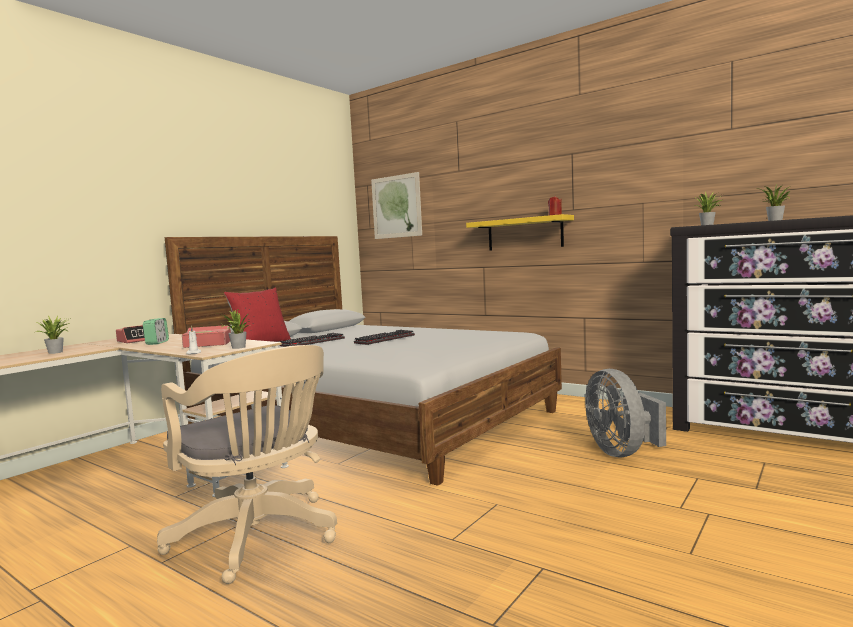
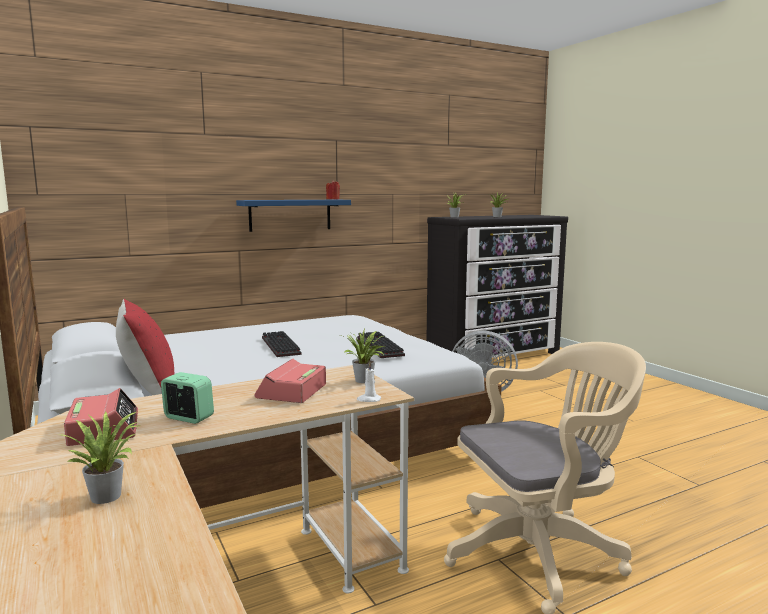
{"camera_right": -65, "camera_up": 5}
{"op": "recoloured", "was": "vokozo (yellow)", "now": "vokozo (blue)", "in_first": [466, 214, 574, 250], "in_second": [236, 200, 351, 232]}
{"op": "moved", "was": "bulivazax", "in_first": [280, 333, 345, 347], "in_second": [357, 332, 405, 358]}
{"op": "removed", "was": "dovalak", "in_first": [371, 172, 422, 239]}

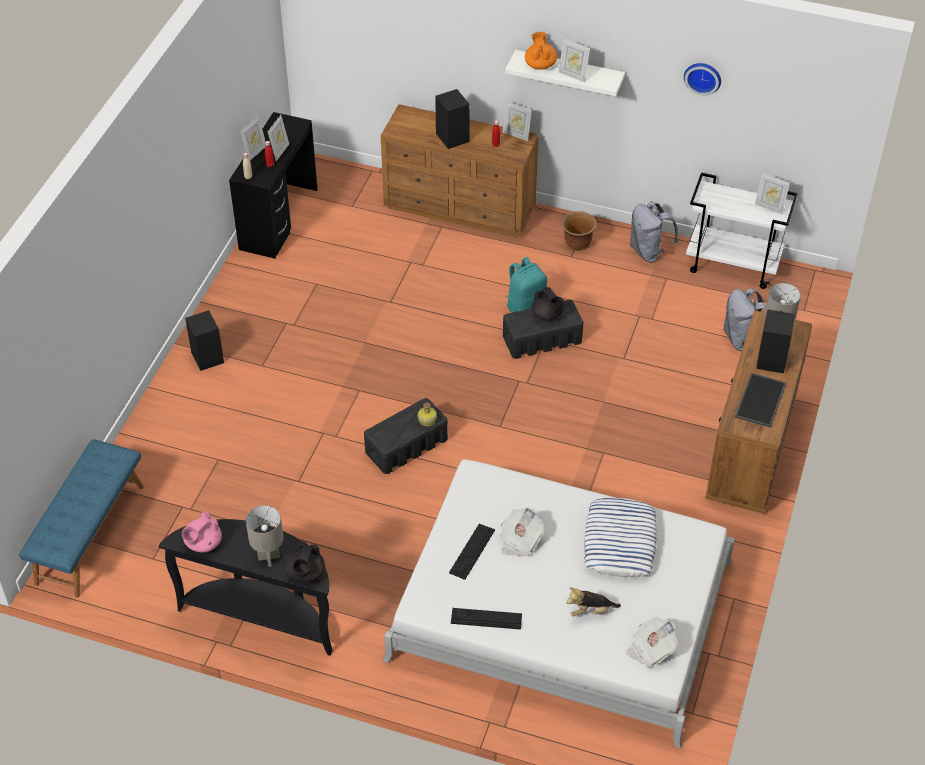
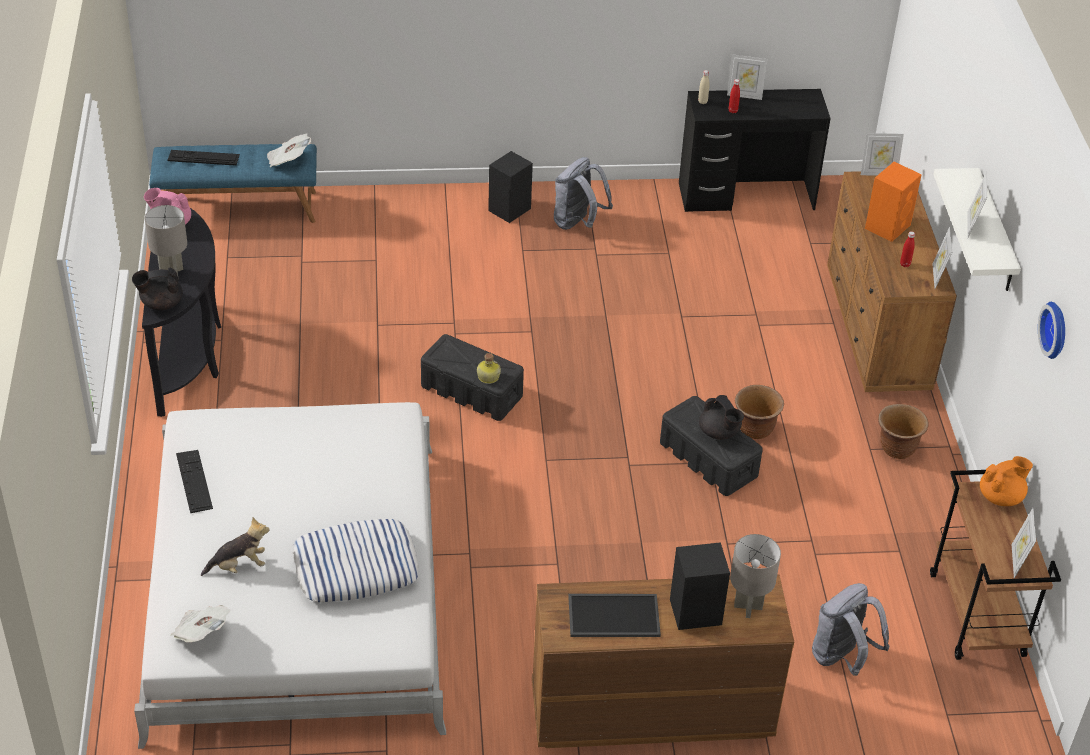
{"camera_right": 65, "camera_up": -5}
{"op": "moved", "was": "bulivazax", "in_first": [449, 524, 495, 580], "in_second": [168, 150, 240, 166]}
{"op": "turned", "was": "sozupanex", "in_first": [566, 587, 621, 616], "in_second": [201, 517, 270, 576], "clockwise": 105}
{"op": "moved", "was": "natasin", "in_first": [500, 508, 544, 557], "in_second": [267, 134, 311, 167]}
{"op": "moved", "was": "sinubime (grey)", "in_first": [630, 201, 678, 263], "in_second": [554, 157, 613, 230]}
{"op": "turned", "was": "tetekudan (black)", "in_first": [531, 287, 565, 321], "in_second": [699, 395, 744, 440], "clockwise": -60}
{"op": "replaced", "was": "sinubime (turquoise)", "now": "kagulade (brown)", "in_first": [505, 257, 547, 312], "in_second": [735, 385, 784, 439]}
{"op": "moved", "was": "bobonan", "in_first": [268, 115, 289, 161], "in_second": [861, 133, 904, 176]}
{"op": "recoloured", "was": "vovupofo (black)", "now": "vovupofo (orange)", "in_first": [435, 89, 470, 149], "in_second": [865, 162, 922, 242]}
{"op": "recoloured", "was": "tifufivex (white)", "now": "tifufivex (brown)", "in_first": [686, 173, 798, 289], "in_second": [930, 470, 1061, 660]}
{"op": "moved", "was": "tetekudan (orange)", "in_first": [525, 32, 557, 70], "in_second": [980, 456, 1033, 506]}

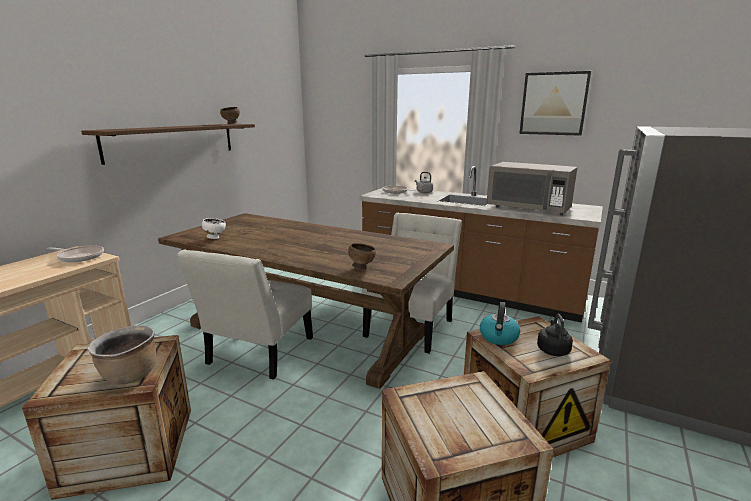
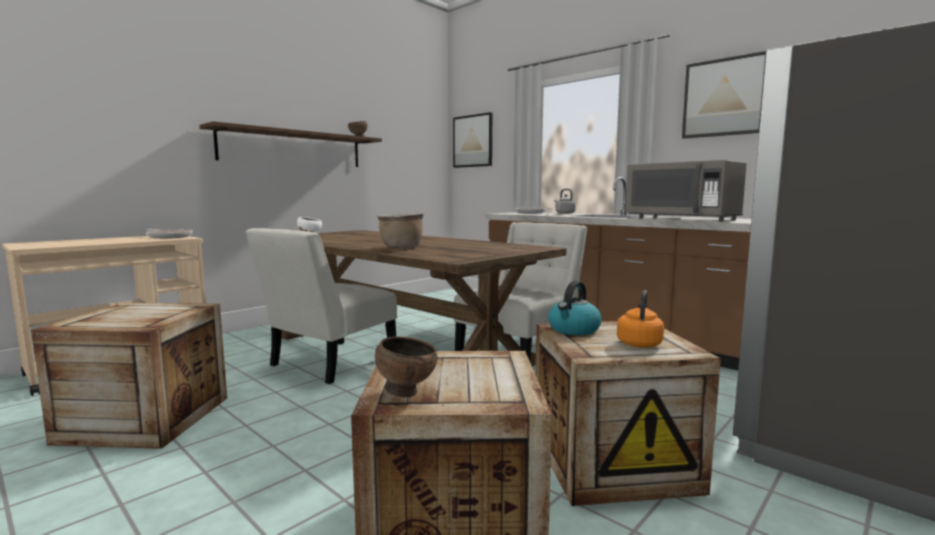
{"camera_right": 15, "camera_up": -10}
{"op": "moved", "was": "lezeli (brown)", "in_first": [348, 243, 376, 269], "in_second": [375, 337, 437, 398]}
{"op": "moved", "was": "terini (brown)", "in_first": [87, 325, 156, 384], "in_second": [377, 213, 424, 249]}
{"op": "added", "now": "dovalak", "in_second": [453, 112, 492, 168]}
{"op": "recoloured", "was": "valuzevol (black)", "now": "valuzevol (orange)", "in_first": [537, 313, 573, 356], "in_second": [617, 290, 664, 348]}

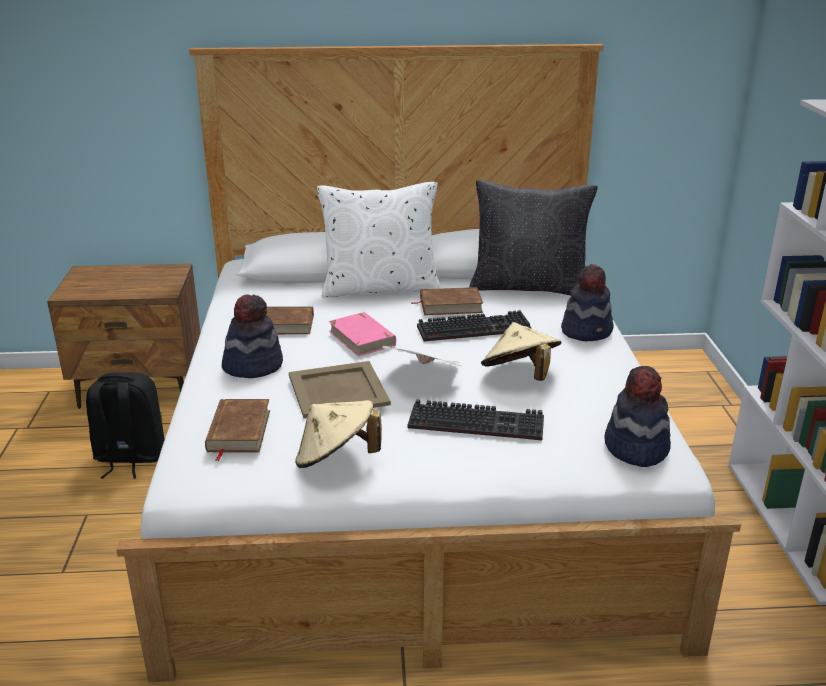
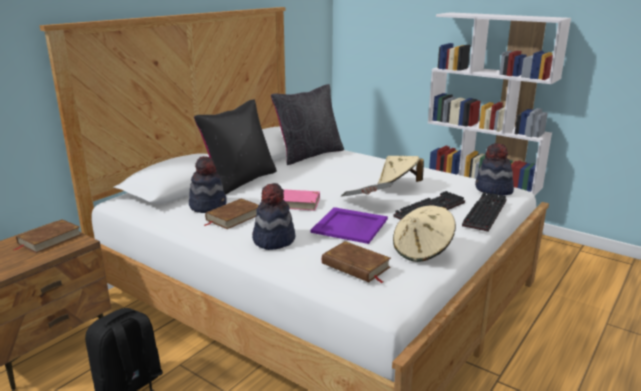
{"camera_right": -50, "camera_up": -5}
{"op": "moved", "was": "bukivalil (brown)", "in_first": [411, 287, 483, 315], "in_second": [13, 219, 82, 253]}
{"op": "moved", "was": "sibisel", "in_first": [561, 264, 614, 341], "in_second": [189, 156, 227, 213]}
{"op": "recoloured", "was": "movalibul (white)", "now": "movalibul (black)", "in_first": [317, 182, 441, 298], "in_second": [194, 99, 277, 195]}
{"op": "recoloured", "was": "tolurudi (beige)", "now": "tolurudi (purple)", "in_first": [289, 361, 391, 418], "in_second": [311, 207, 388, 244]}
{"op": "moved", "was": "bulivazax", "in_first": [417, 310, 532, 342], "in_second": [462, 192, 507, 232]}

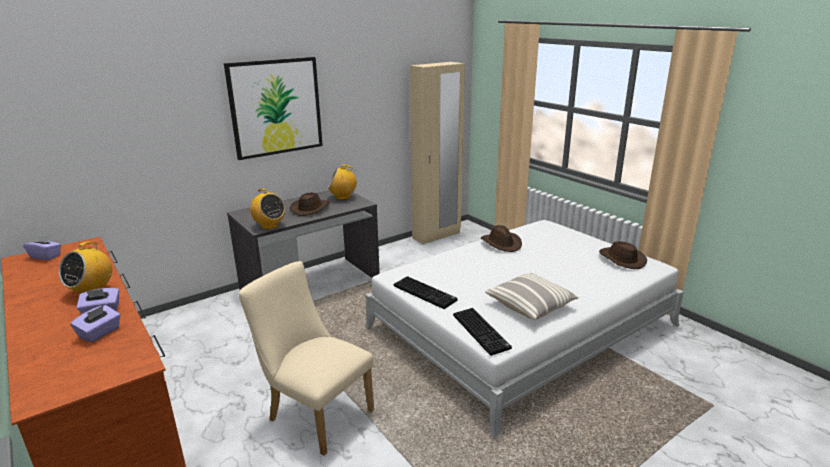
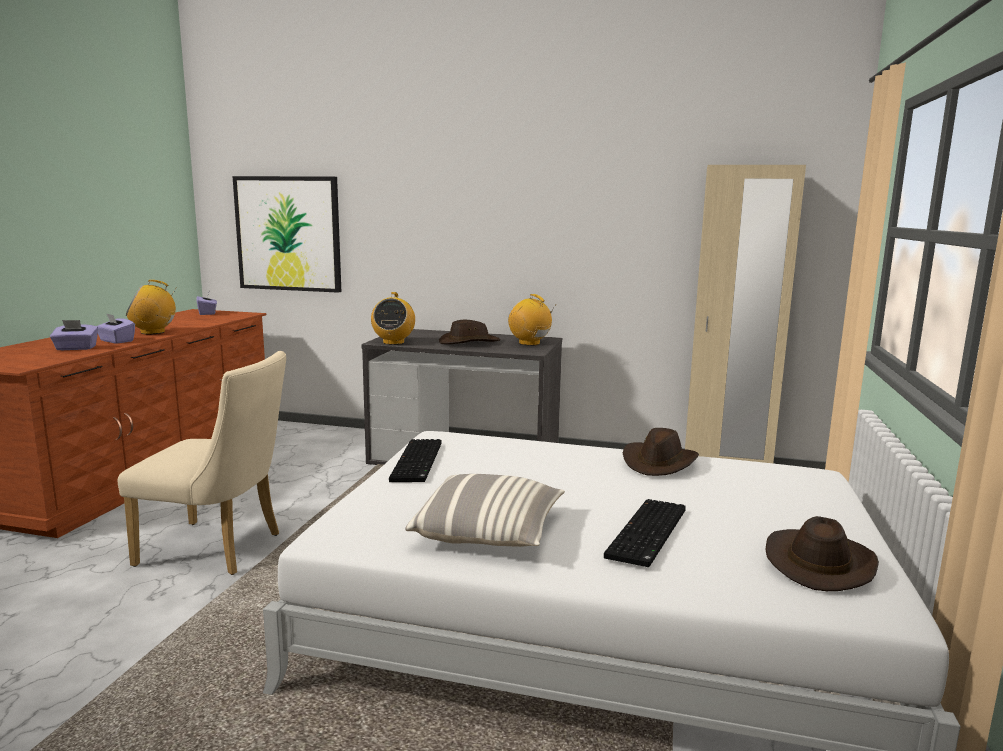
{"camera_right": 50, "camera_up": -10}
{"op": "turned", "was": "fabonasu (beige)", "in_first": [238, 261, 374, 456], "in_second": [118, 351, 286, 575], "clockwise": 105}
{"op": "moved", "was": "dovalak", "in_first": [224, 57, 323, 160], "in_second": [233, 176, 341, 293]}
{"op": "moved", "was": "bulivazax", "in_first": [453, 308, 512, 356], "in_second": [604, 499, 686, 567]}

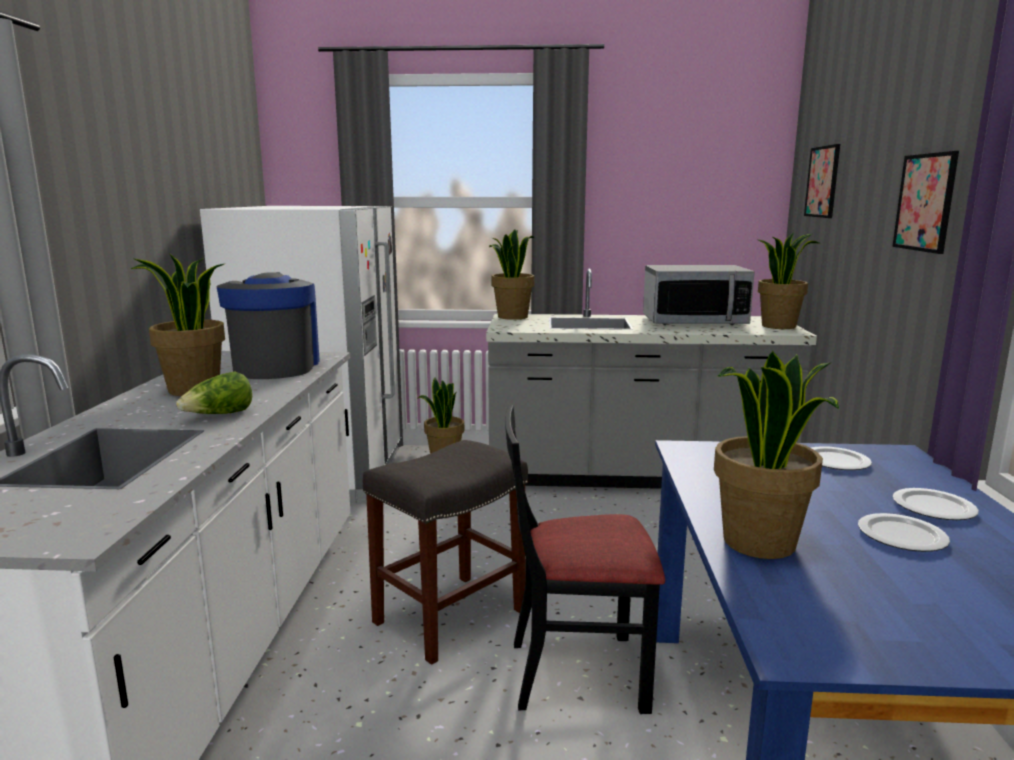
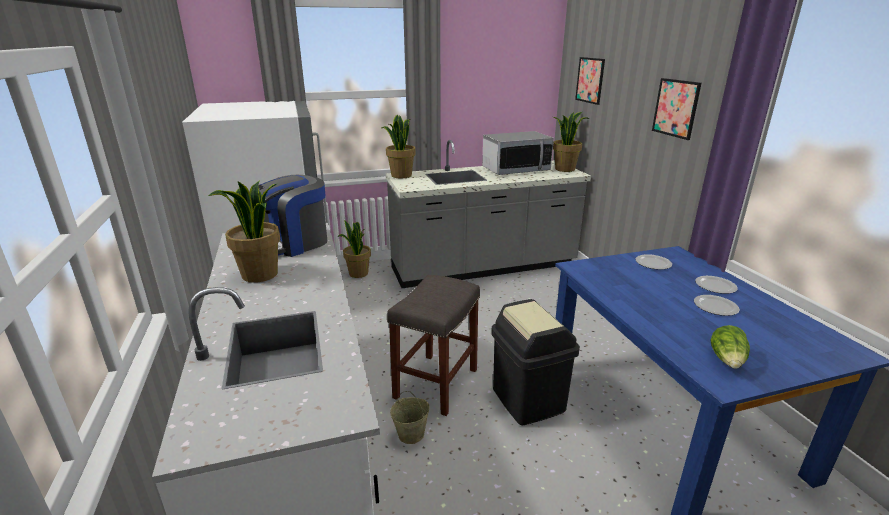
{"camera_right": -20, "camera_up": 10}
{"op": "turned", "was": "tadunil", "in_first": [217, 272, 320, 379], "in_second": [249, 175, 327, 257], "clockwise": -105}
{"op": "added", "now": "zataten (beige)", "in_second": [390, 391, 430, 444]}
{"op": "replaced", "was": "fabonasu (black)", "now": "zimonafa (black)", "in_first": [505, 406, 665, 714], "in_second": [491, 299, 580, 425]}
{"op": "moved", "was": "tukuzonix", "in_first": [176, 371, 252, 414], "in_second": [711, 325, 750, 369]}
{"op": "removed", "was": "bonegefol", "in_first": [714, 351, 839, 559]}

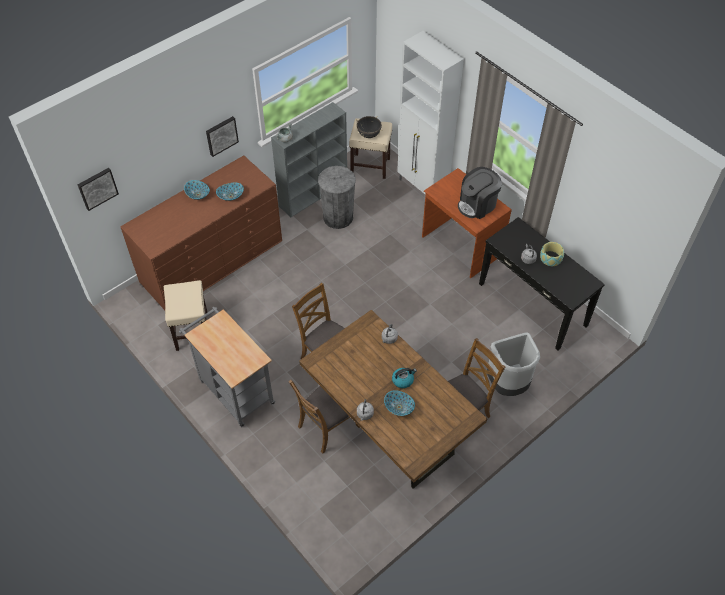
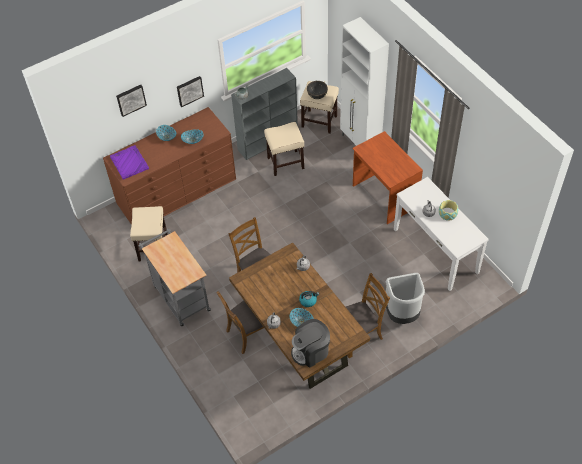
{"camera_right": 10, "camera_up": 0}
{"op": "added", "now": "tolurudi (purple)", "in_second": [110, 145, 149, 180]}
{"op": "moved", "was": "dovalak", "in_first": [78, 168, 119, 211], "in_second": [116, 85, 147, 117]}
{"op": "replaced", "was": "zimonafa (grey)", "now": "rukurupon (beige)", "in_first": [318, 166, 356, 229], "in_second": [264, 122, 304, 176]}
{"op": "moved", "was": "tadunil", "in_first": [458, 167, 502, 219], "in_second": [291, 319, 330, 368]}
{"op": "recoloured", "was": "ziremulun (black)", "now": "ziremulun (white)", "in_first": [479, 217, 605, 350], "in_second": [394, 177, 489, 291]}

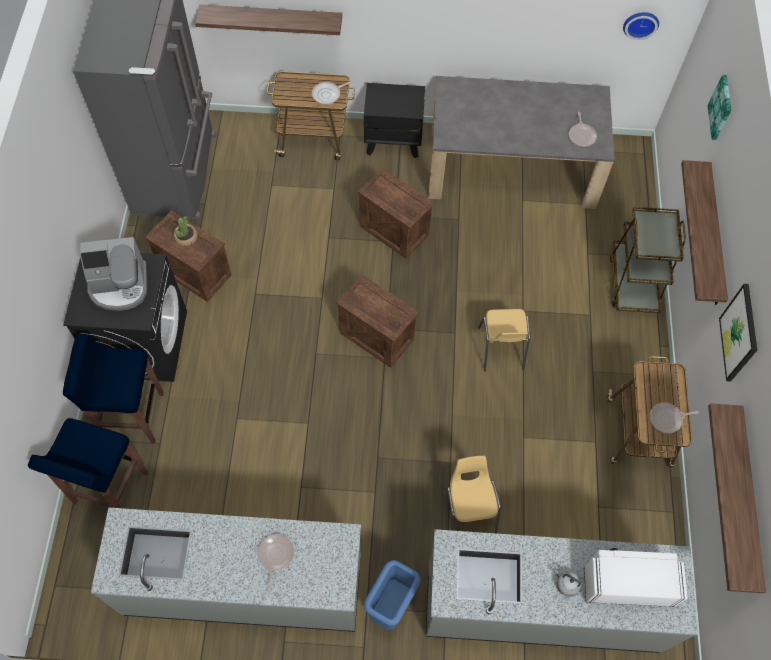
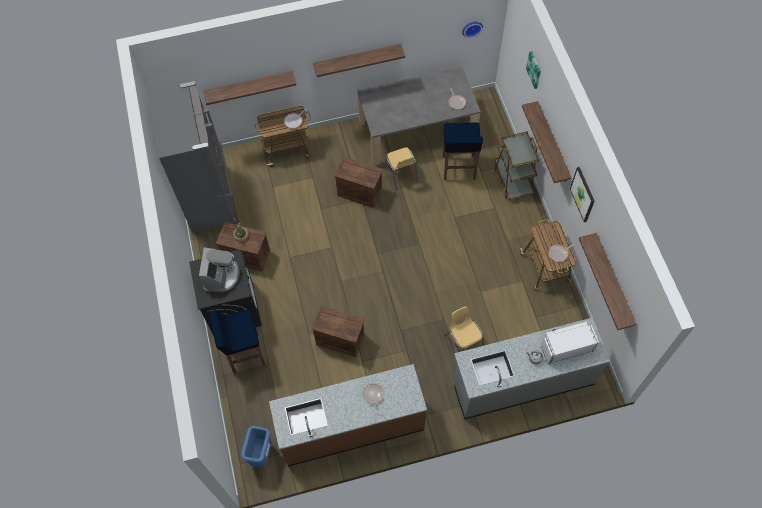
{"camera_right": -15, "camera_up": 0}
{"op": "turned", "was": "tadunil", "in_first": [80, 237, 147, 311], "in_second": [199, 247, 240, 292], "clockwise": -60}
{"op": "moved", "was": "zimonafa (blue)", "in_first": [364, 560, 421, 629], "in_second": [241, 426, 272, 468]}
{"op": "recoloured", "was": "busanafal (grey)", "now": "busanafal (brown)", "in_first": [91, 507, 361, 632], "in_second": [269, 364, 427, 467]}
{"op": "moved", "was": "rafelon", "in_first": [336, 274, 419, 368], "in_second": [312, 306, 365, 357]}
{"op": "added", "now": "vokozo", "in_second": [313, 44, 405, 77]}
{"op": "moved", "was": "fabonasu (yellow)", "in_first": [478, 309, 530, 371], "in_second": [384, 147, 418, 190]}
{"op": "moved", "was": "rukurupon (blue)", "in_first": [28, 418, 148, 508], "in_second": [443, 122, 483, 180]}
{"op": "removed", "was": "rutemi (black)", "in_first": [364, 83, 425, 158]}

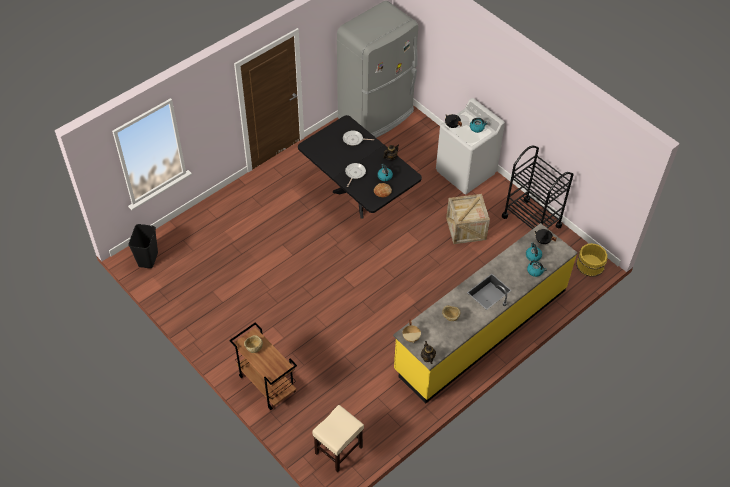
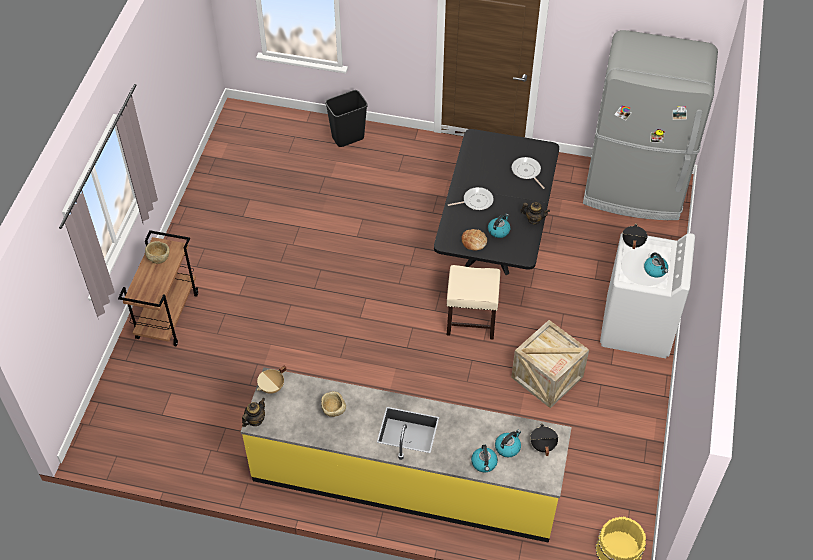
{"camera_right": 55, "camera_up": 0}
{"op": "moved", "was": "zimonafa (black)", "in_first": [128, 224, 158, 268], "in_second": [325, 90, 368, 147]}
{"op": "moved", "was": "rukurupon (beige)", "in_first": [312, 405, 364, 473], "in_second": [446, 265, 500, 340]}
{"op": "removed", "was": "tifufivex (black)", "in_first": [502, 145, 574, 229]}

